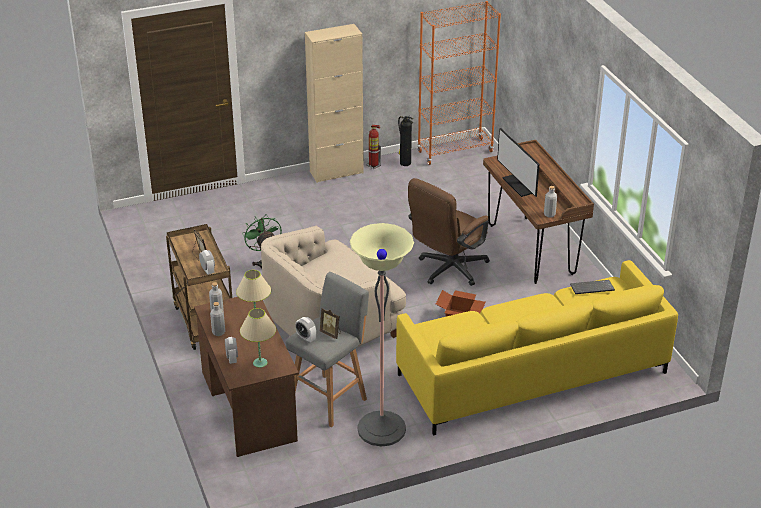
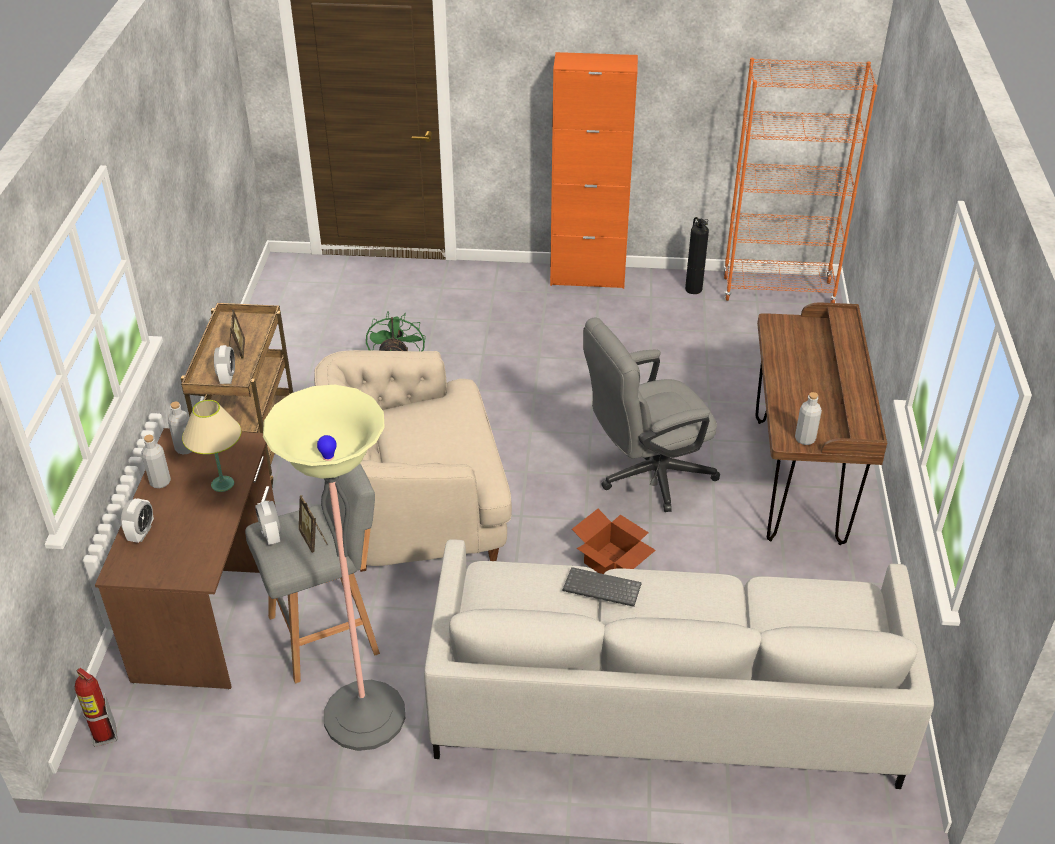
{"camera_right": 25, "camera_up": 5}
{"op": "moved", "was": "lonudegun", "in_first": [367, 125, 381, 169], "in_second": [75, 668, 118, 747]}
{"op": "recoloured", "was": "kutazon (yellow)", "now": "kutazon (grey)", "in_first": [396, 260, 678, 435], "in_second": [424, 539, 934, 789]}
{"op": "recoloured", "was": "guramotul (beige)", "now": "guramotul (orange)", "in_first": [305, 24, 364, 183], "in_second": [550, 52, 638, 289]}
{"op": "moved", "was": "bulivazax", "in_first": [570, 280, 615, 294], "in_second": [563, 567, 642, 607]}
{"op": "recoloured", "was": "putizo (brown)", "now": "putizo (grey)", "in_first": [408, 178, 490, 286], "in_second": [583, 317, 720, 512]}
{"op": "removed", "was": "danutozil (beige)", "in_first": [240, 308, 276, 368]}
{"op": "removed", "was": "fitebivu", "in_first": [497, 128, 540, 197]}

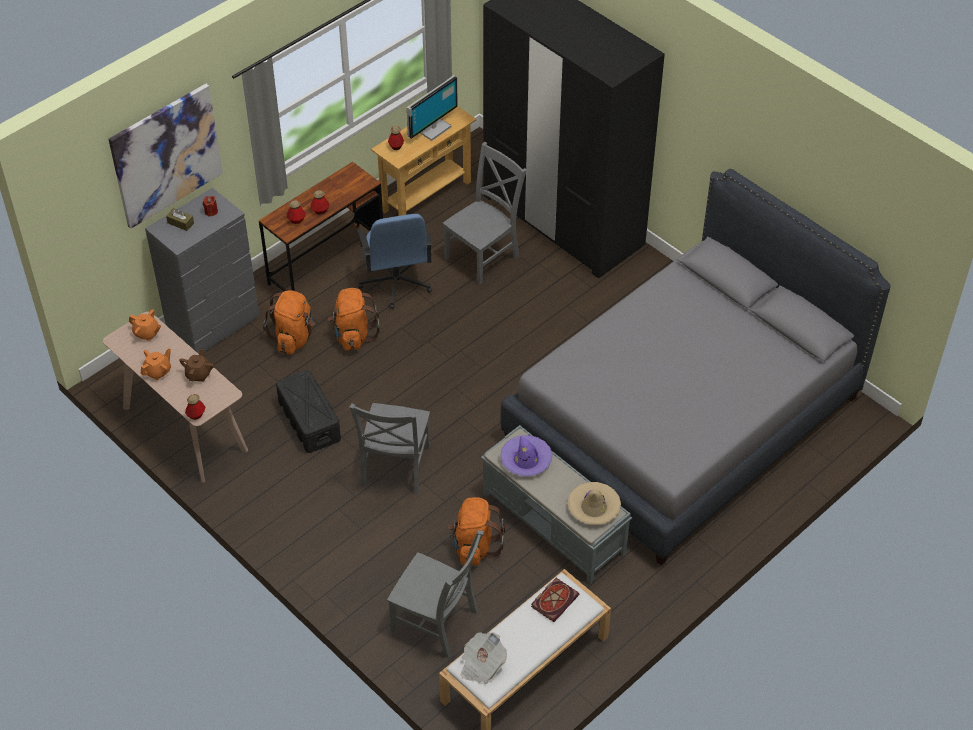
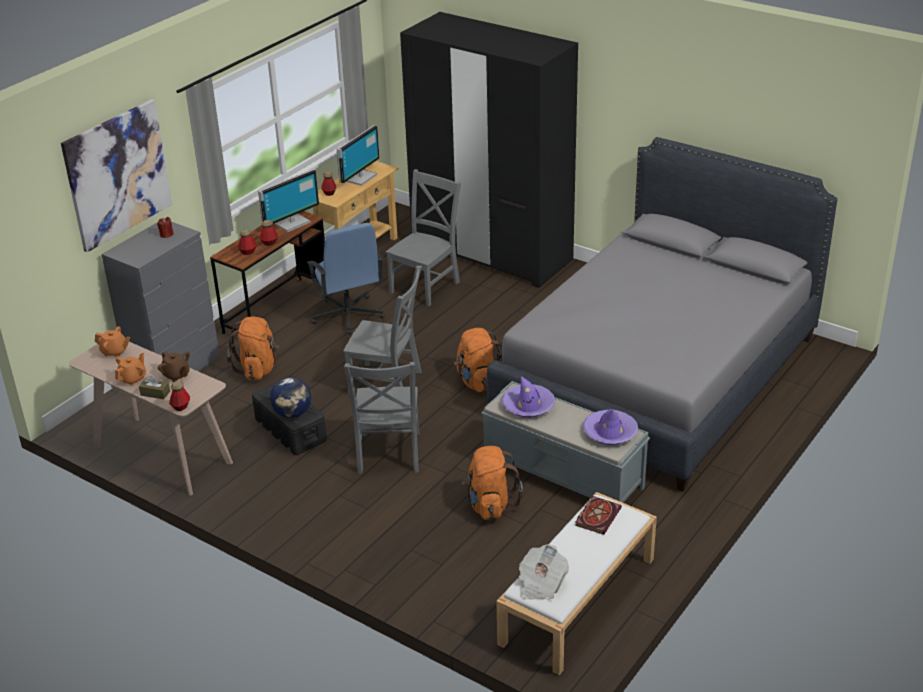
{"camera_right": -10, "camera_up": -15}
{"op": "moved", "was": "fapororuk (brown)", "in_first": [166, 208, 194, 231], "in_second": [139, 376, 170, 399]}
{"op": "turned", "was": "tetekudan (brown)", "in_first": [179, 348, 214, 382], "in_second": [158, 351, 190, 382], "clockwise": 135}
{"op": "added", "now": "fitebivu", "in_second": [258, 169, 319, 232]}
{"op": "added", "now": "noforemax", "in_second": [270, 377, 311, 418]}
{"op": "moved", "was": "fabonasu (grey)", "in_first": [387, 530, 484, 659], "in_second": [343, 266, 422, 395]}
{"op": "moved", "was": "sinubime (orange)", "in_first": [328, 288, 380, 351], "in_second": [454, 328, 502, 392]}
{"op": "recoloured", "was": "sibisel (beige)", "now": "sibisel (purple)", "in_first": [568, 482, 621, 525], "in_second": [583, 409, 638, 445]}

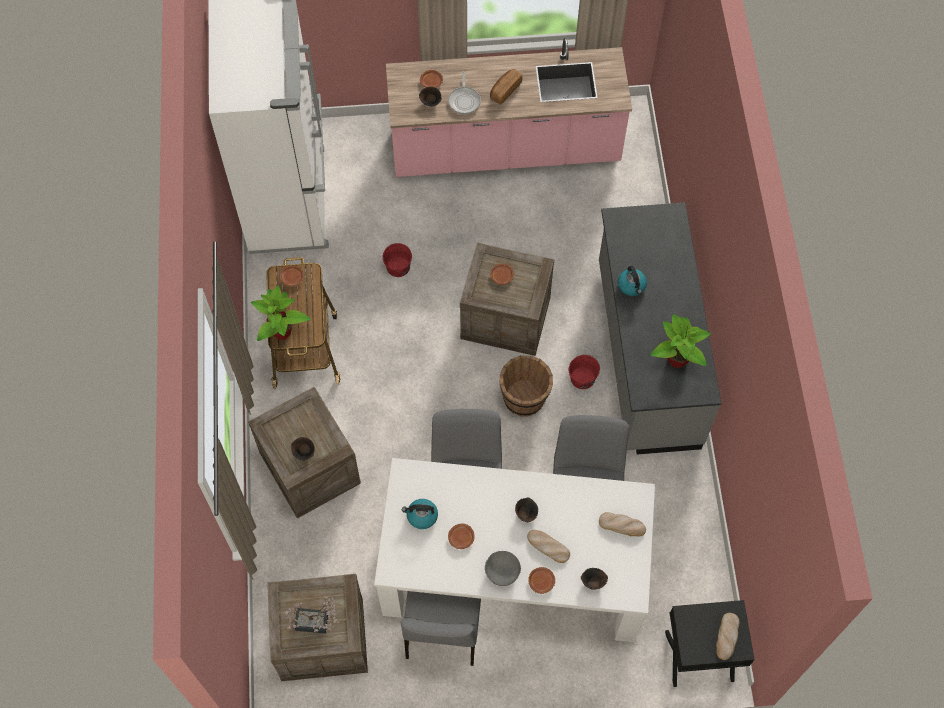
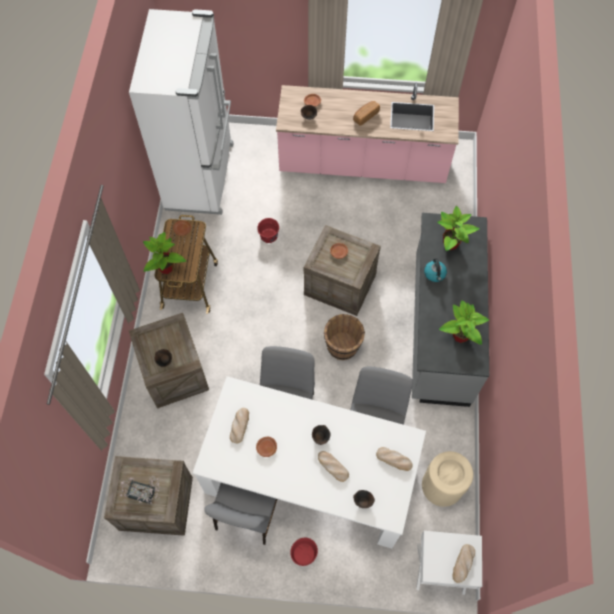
{"camera_right": 10, "camera_up": 0}
{"op": "replaced", "was": "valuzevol", "now": "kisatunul", "in_first": [402, 499, 438, 529], "in_second": [230, 408, 249, 443]}
{"op": "moved", "was": "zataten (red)", "in_first": [569, 355, 600, 389], "in_second": [290, 538, 318, 566]}
{"op": "recoloured", "was": "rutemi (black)", "now": "rutemi (white)", "in_first": [665, 600, 755, 687], "in_second": [416, 531, 482, 595]}
{"op": "added", "now": "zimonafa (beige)", "in_second": [422, 451, 473, 507]}
{"op": "added", "now": "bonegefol", "in_second": [437, 206, 480, 251]}
{"op": "removed", "was": "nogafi", "in_first": [448, 72, 481, 115]}
{"op": "removed", "was": "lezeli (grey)", "in_first": [485, 551, 521, 586]}
{"op": "removed", "was": "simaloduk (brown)", "in_first": [528, 567, 555, 594]}

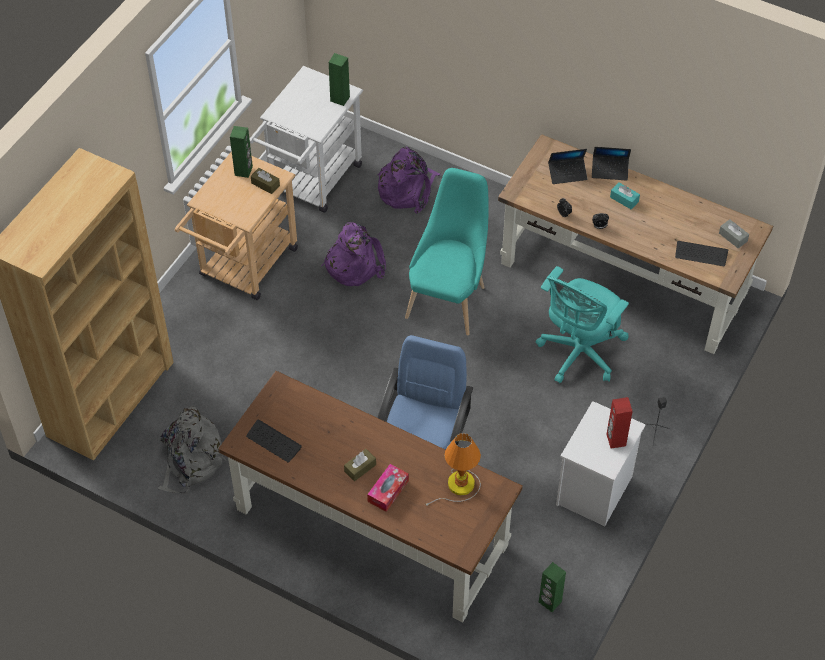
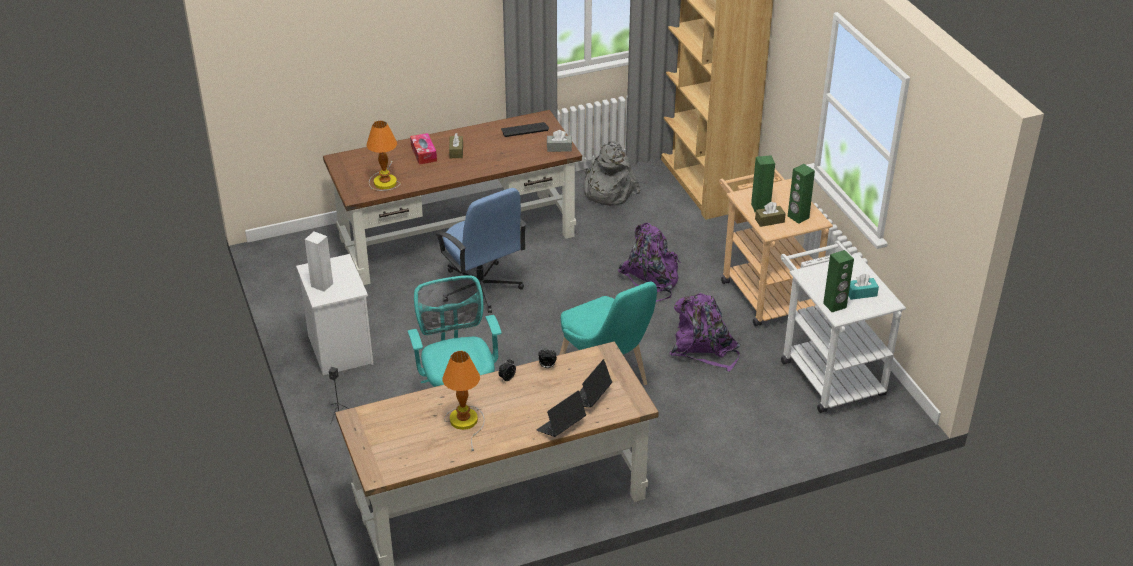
{"camera_right": 130, "camera_up": -15}
{"op": "recoloured", "was": "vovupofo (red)", "now": "vovupofo (white)", "in_first": [606, 397, 633, 448], "in_second": [305, 231, 333, 292]}
{"op": "added", "now": "danutozil", "in_second": [442, 351, 485, 451]}
{"op": "moved", "was": "fapororuk (grey)", "in_first": [719, 219, 749, 248], "in_second": [547, 130, 572, 152]}
{"op": "moved", "was": "sinubime (purple)", "in_first": [378, 147, 440, 214], "in_second": [618, 223, 681, 302]}
{"op": "moved", "was": "vovupofo (green)", "in_first": [539, 562, 566, 612], "in_second": [751, 155, 775, 212]}
{"op": "moved", "was": "fapororuk (turquoise)", "in_first": [610, 182, 640, 209], "in_second": [848, 274, 879, 300]}
{"op": "removed", "was": "bulivazax", "in_first": [675, 241, 728, 266]}

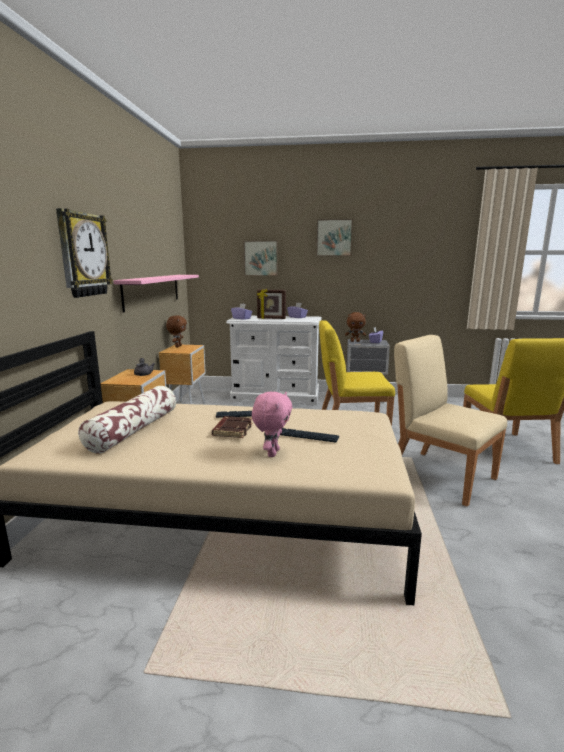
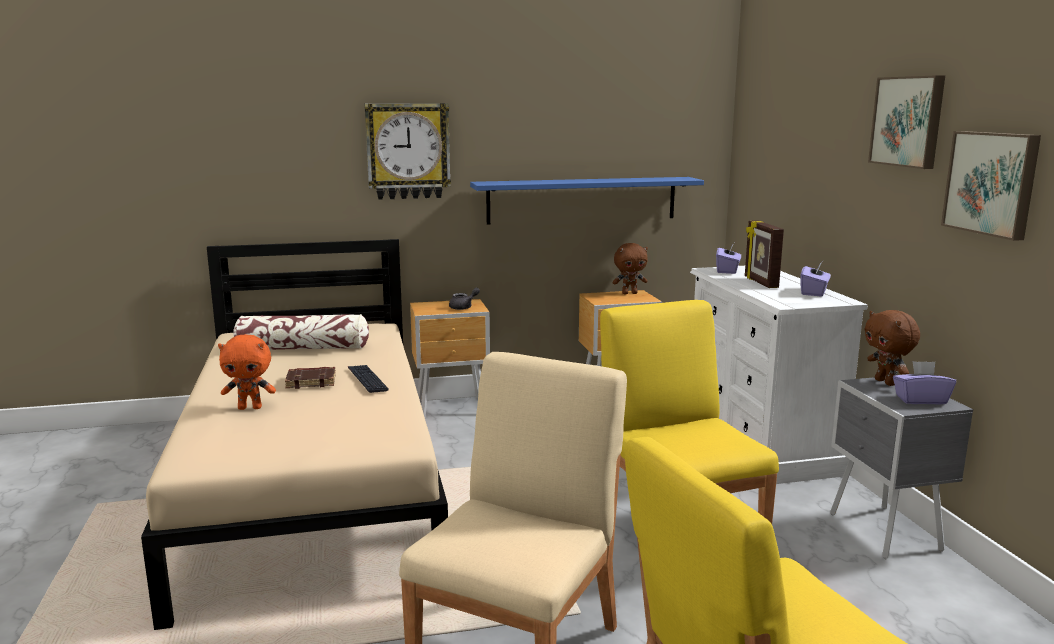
{"camera_right": 70, "camera_up": 0}
{"op": "recoloured", "was": "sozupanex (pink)", "now": "sozupanex (orange)", "in_first": [252, 392, 292, 457], "in_second": [218, 334, 276, 410]}
{"op": "recoloured", "was": "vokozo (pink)", "now": "vokozo (blue)", "in_first": [114, 275, 199, 313], "in_second": [470, 177, 704, 225]}
{"op": "moved", "was": "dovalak", "in_first": [243, 241, 278, 276], "in_second": [941, 131, 1041, 241]}
{"op": "removed", "was": "bulivazax", "in_first": [280, 428, 339, 443]}

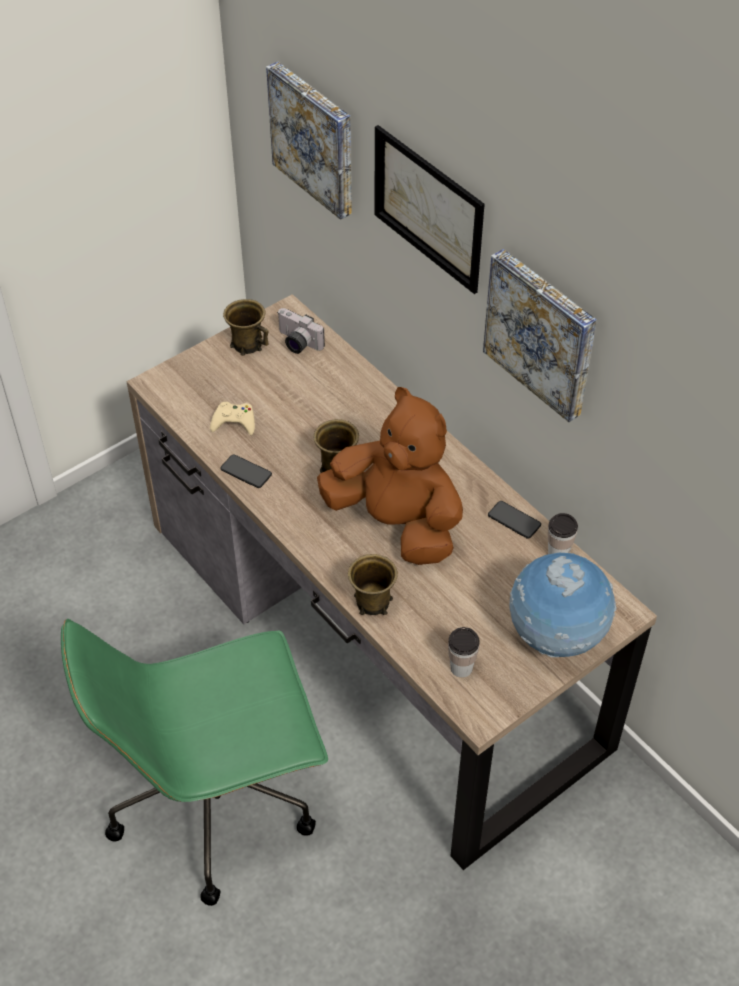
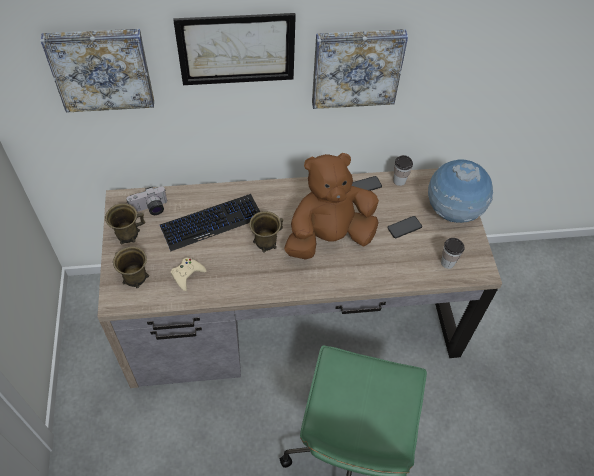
{"camera_right": -60, "camera_up": 5}
{"op": "moved", "was": "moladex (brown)", "in_first": [348, 554, 398, 615], "in_second": [113, 247, 149, 288]}
{"op": "added", "now": "bulivazax", "in_second": [160, 194, 260, 251]}
{"op": "moved", "was": "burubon", "in_first": [220, 454, 272, 488], "in_second": [387, 216, 422, 238]}

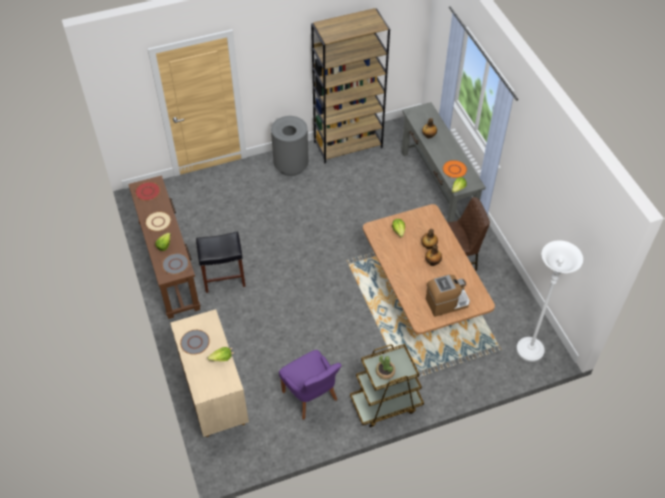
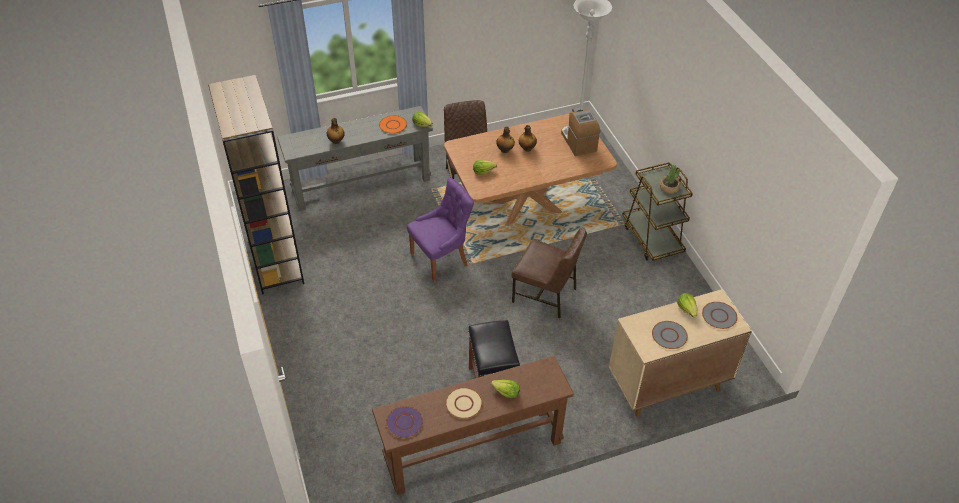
{"camera_right": -90, "camera_up": -5}
{"op": "recoloured", "was": "simaloduk (red)", "now": "simaloduk (purple)", "in_first": [135, 182, 160, 201], "in_second": [386, 406, 423, 438]}
{"op": "moved", "was": "fabonasu (purple)", "in_first": [279, 350, 342, 420], "in_second": [407, 177, 474, 282]}
{"op": "added", "now": "fabonasu (brown)", "in_second": [512, 227, 587, 318]}
{"op": "moved", "was": "simaloduk (grey)", "in_first": [162, 253, 189, 275], "in_second": [702, 302, 737, 329]}
{"op": "removed", "was": "zimonafa (grey)", "in_first": [271, 116, 309, 176]}

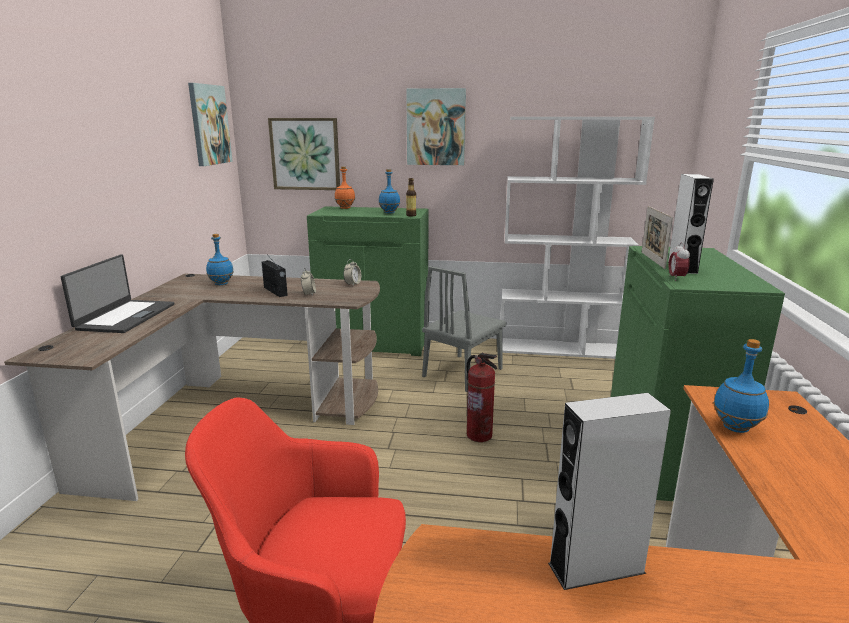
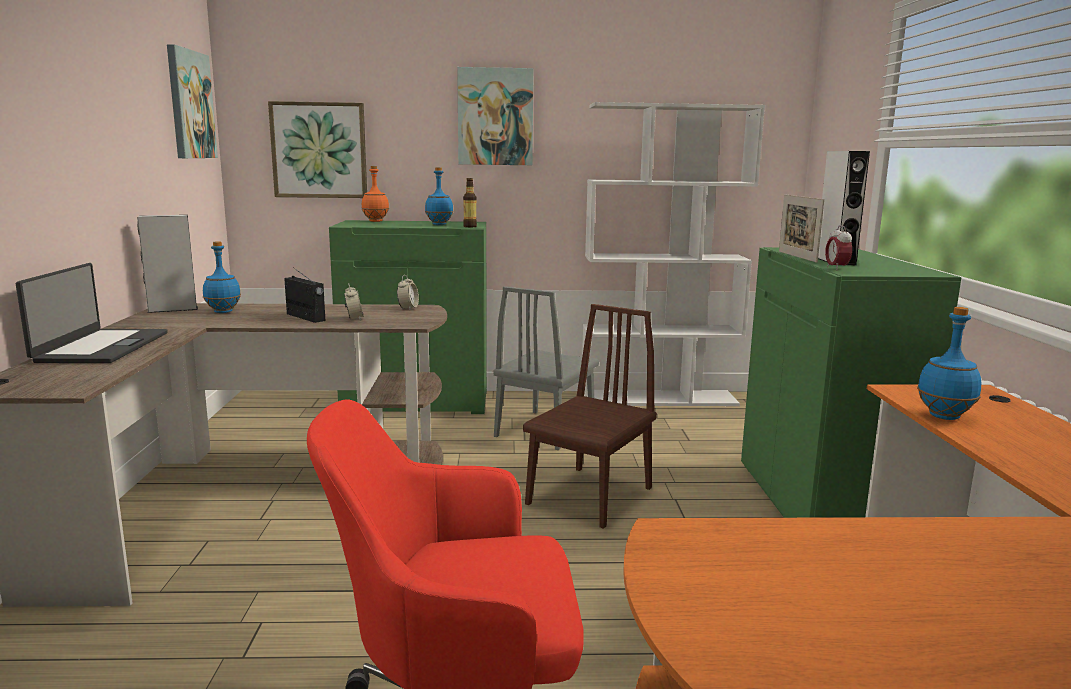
{"camera_right": -10, "camera_up": -5}
{"op": "moved", "was": "vovupofo (grey)", "in_first": [548, 393, 671, 590], "in_second": [137, 215, 198, 313]}
{"op": "replaced", "was": "lonudegun", "now": "fabonasu (brown)", "in_first": [466, 353, 497, 442], "in_second": [523, 304, 657, 529]}

